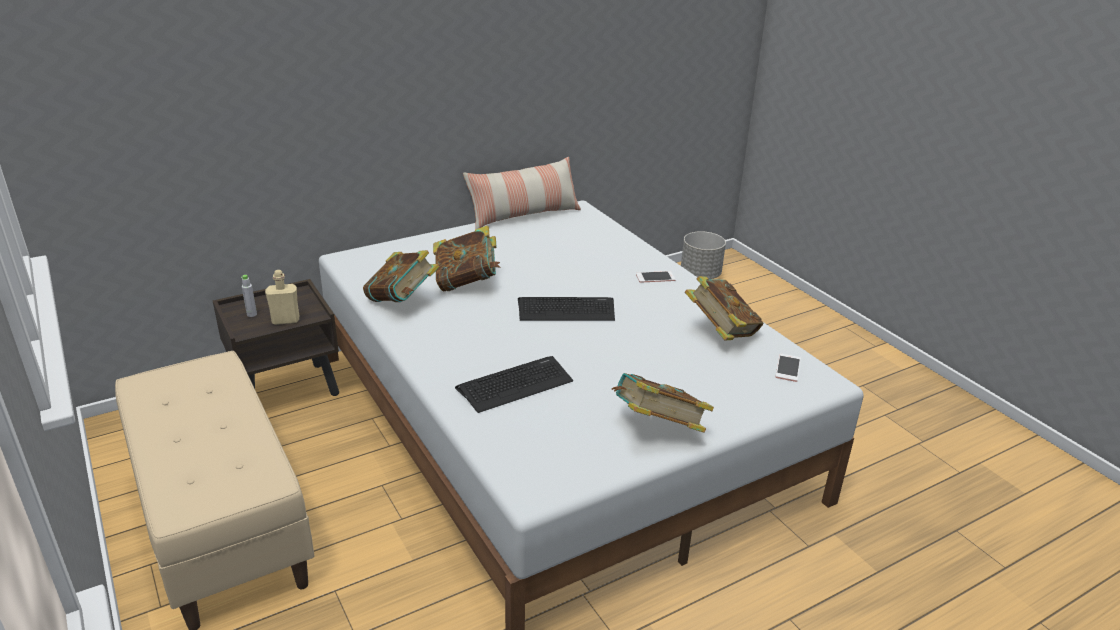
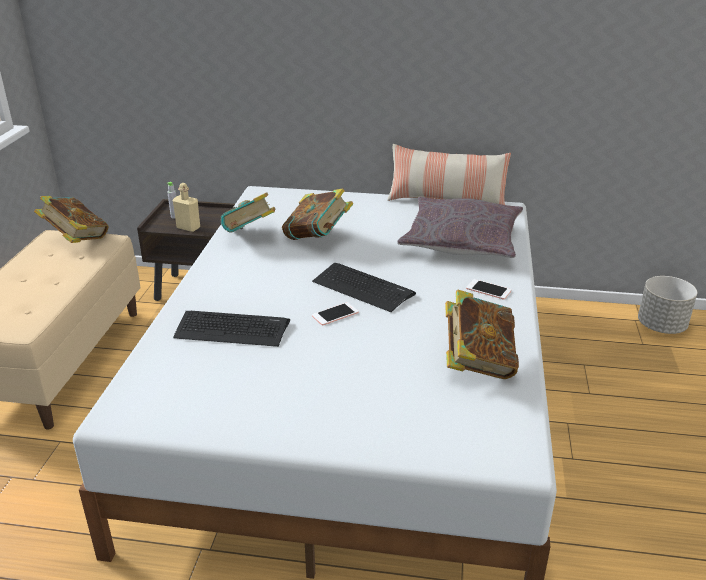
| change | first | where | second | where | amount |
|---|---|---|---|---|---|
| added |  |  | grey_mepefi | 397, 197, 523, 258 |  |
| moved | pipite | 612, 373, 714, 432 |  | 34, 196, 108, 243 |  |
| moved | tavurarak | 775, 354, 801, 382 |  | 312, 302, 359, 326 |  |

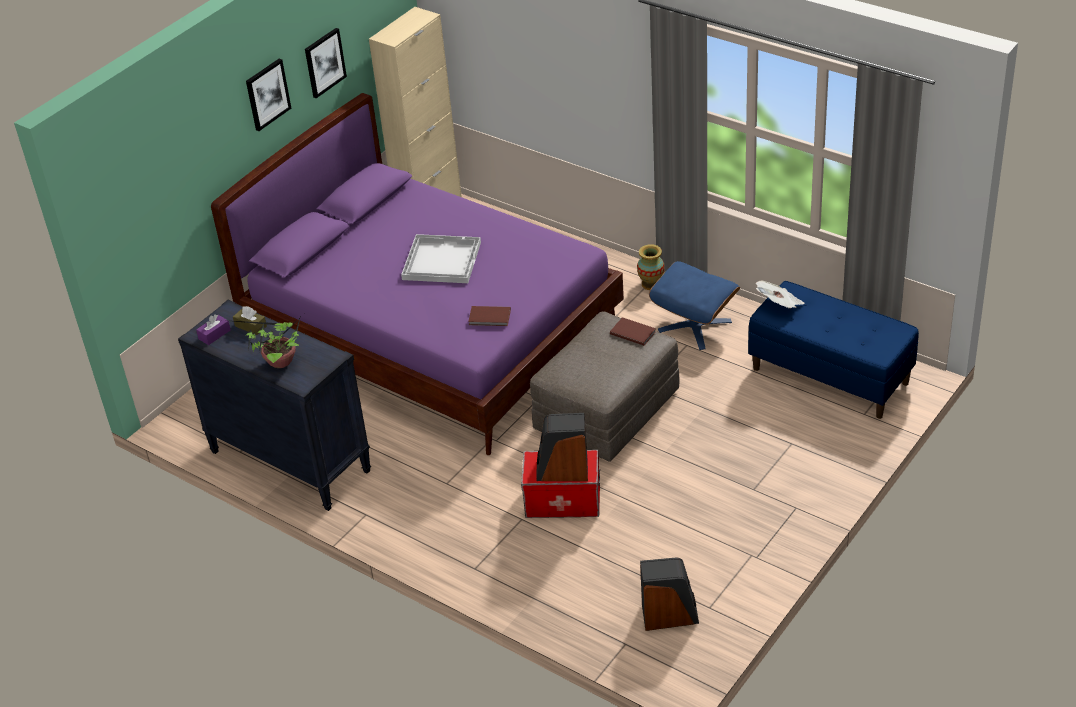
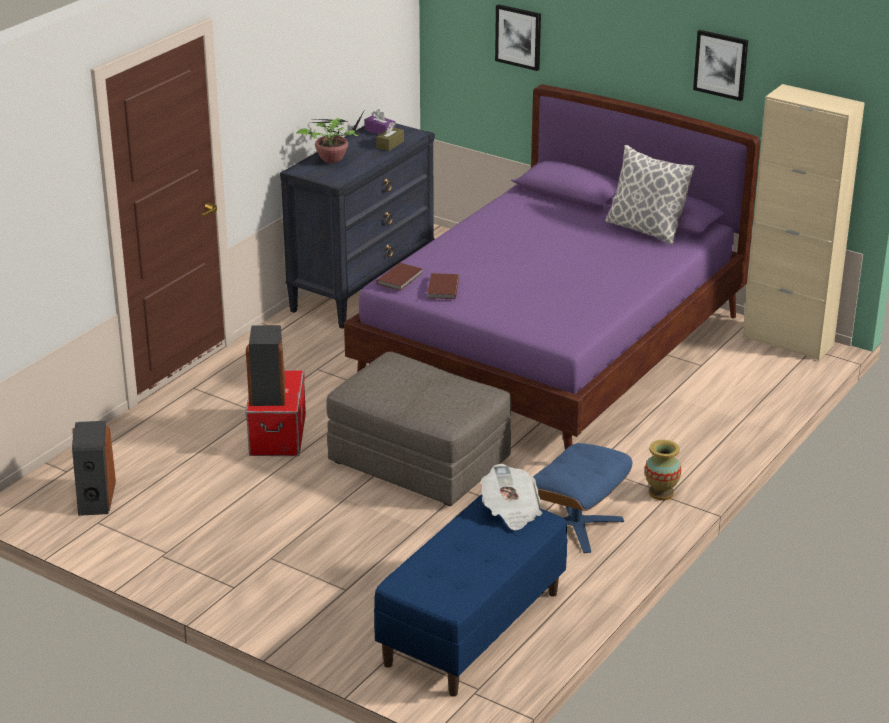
| change | first | where | second | where | amount |
|---|---|---|---|---|---|
| removed | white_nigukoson | 401, 234, 481, 283 |  |  |  |
| added |  |  | mepefi | 605, 145, 695, 244 |  |
| moved | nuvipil | 246, 59, 291, 131 |  | 495, 4, 541, 71 |  |
| moved | brown_pipite | 610, 317, 656, 346 |  | 376, 263, 422, 291 |  |

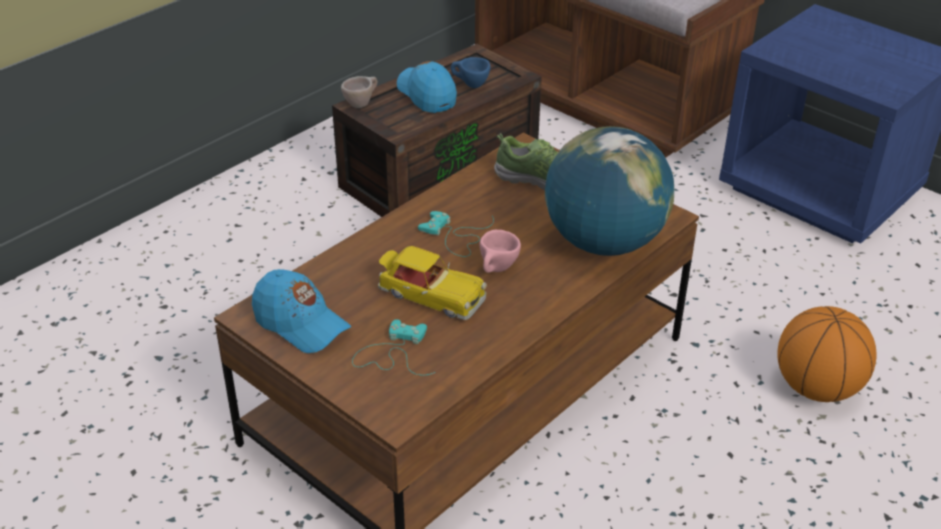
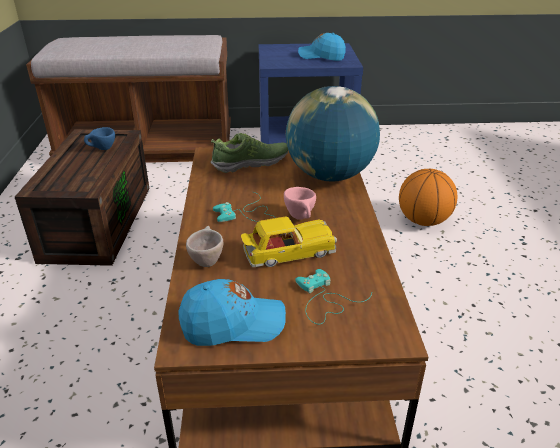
| change | first | where | second | where | amount |
|---|---|---|---|---|---|
| moved | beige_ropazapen | 341, 76, 377, 108 |  | 186, 226, 223, 267 |  |
| moved | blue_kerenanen | 397, 61, 457, 113 |  | 298, 33, 346, 61 |  |

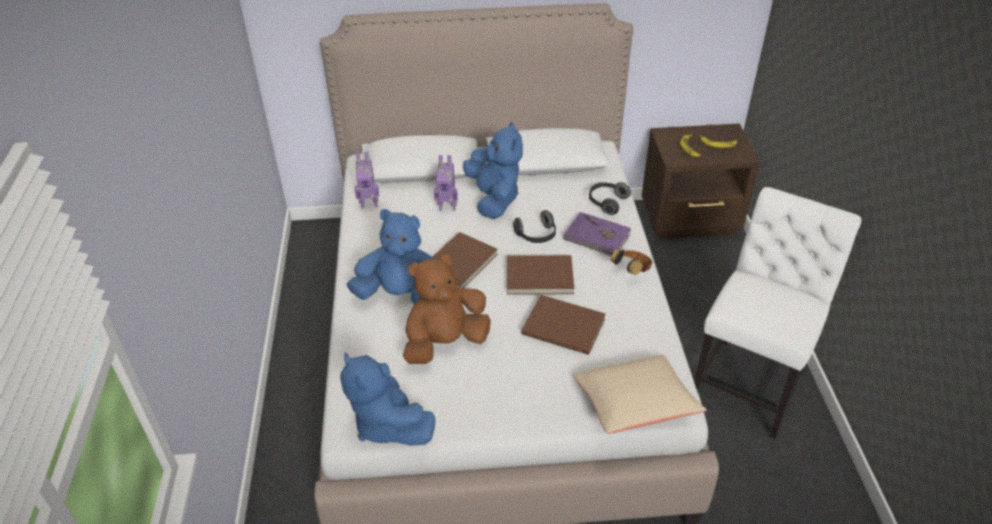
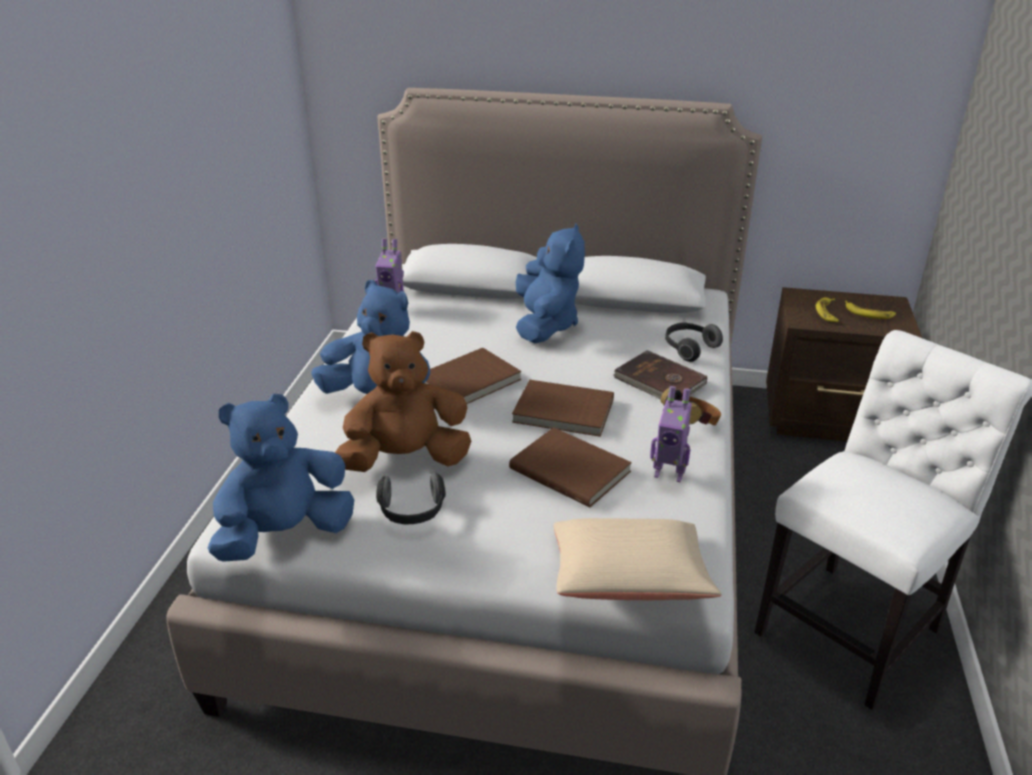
| change | first | where | second | where | amount |
|---|---|---|---|---|---|
| moved | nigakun | 434, 155, 458, 211 |  | 650, 386, 692, 482 |  |
| moved | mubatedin | 513, 210, 556, 243 |  | 376, 472, 446, 524 |  |
| recoloured | purple_pipite | 563, 212, 631, 256 | brown_pipite | 613, 350, 707, 399 |  |
| turned | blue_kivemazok | 340, 352, 436, 446 |  | 208, 394, 354, 562 | 75 degrees clockwise |

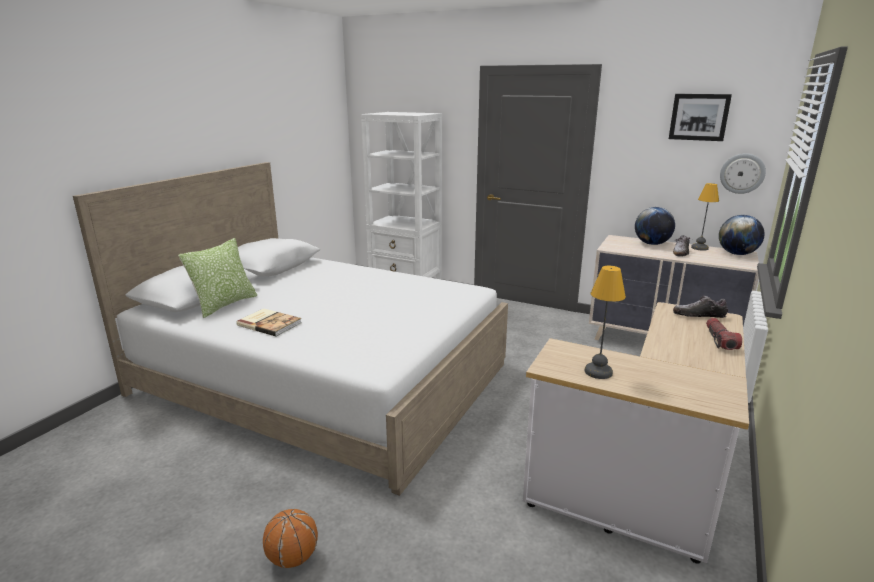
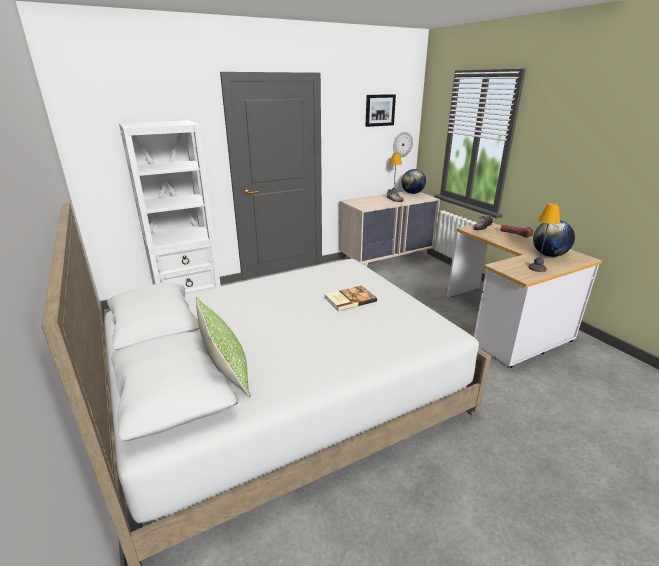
| change | first | where | second | where | amount |
|---|---|---|---|---|---|
| removed | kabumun | 263, 509, 318, 568 |  |  |  |
| moved | pipite | 236, 308, 301, 337 |  | 325, 286, 377, 311 |  |
| moved | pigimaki | 635, 207, 675, 245 |  | 533, 220, 575, 257 |  |

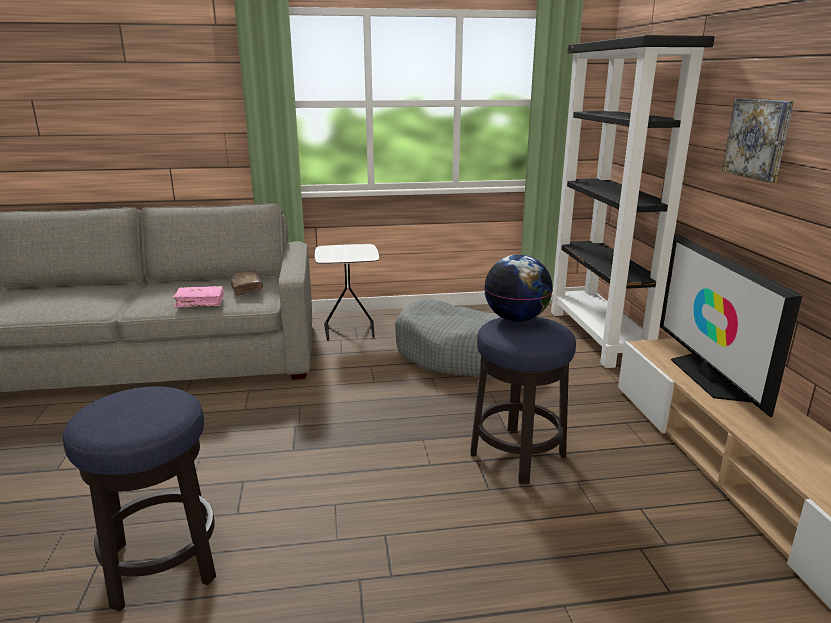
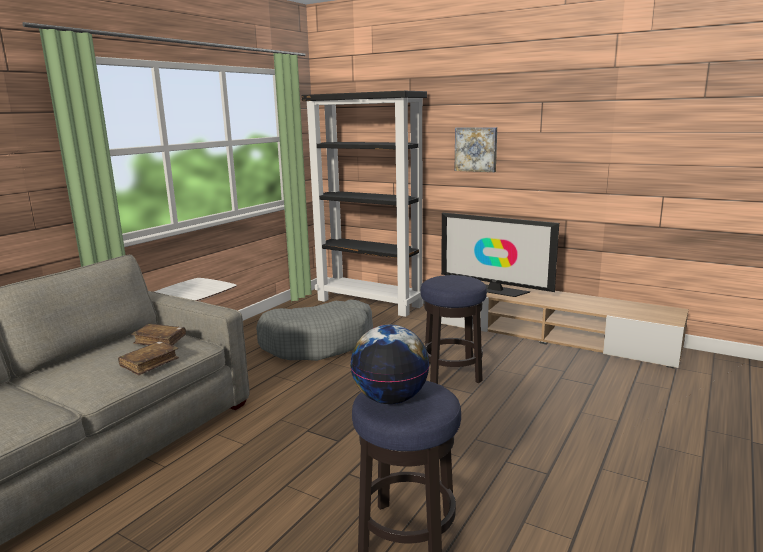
| change | first | where | second | where | amount |
|---|---|---|---|---|---|
| moved | pigimaki | 484, 255, 553, 322 |  | 350, 325, 429, 404 |  |
| recoloured | pink_pipite | 173, 286, 224, 308 | brown_pipite | 118, 341, 179, 375 |  |

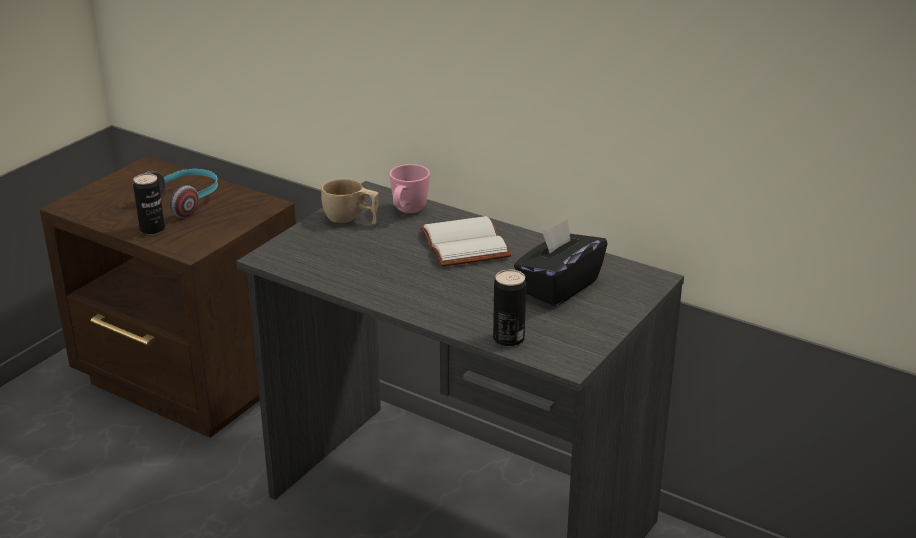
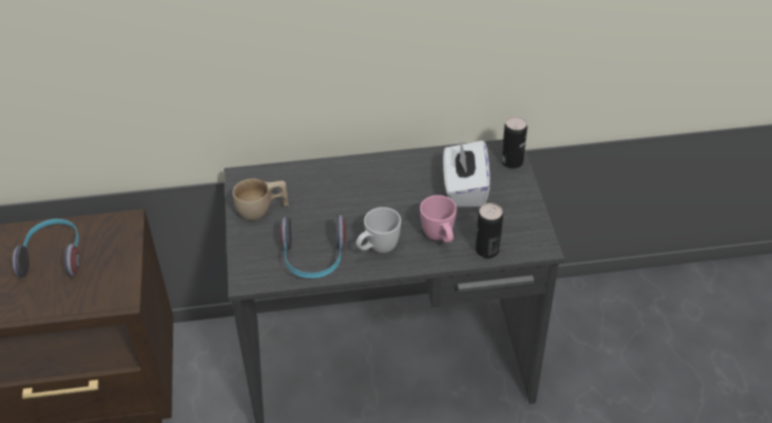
| change | first | where | second | where | amount |
|---|---|---|---|---|---|
| removed | white_pipite | 420, 216, 511, 267 |  |  |  |
| added |  |  | mubatedin | 280, 215, 347, 278 |  |
| added |  |  | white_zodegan | 356, 207, 401, 253 |  |
| moved | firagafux | 133, 174, 165, 235 |  | 501, 116, 527, 168 |  |
| moved | pink_zodegan | 390, 164, 430, 213 |  | 420, 195, 457, 243 |  |
| recoloured | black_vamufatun | 514, 219, 608, 306 | white_vamufatun | 443, 140, 490, 207 |  |

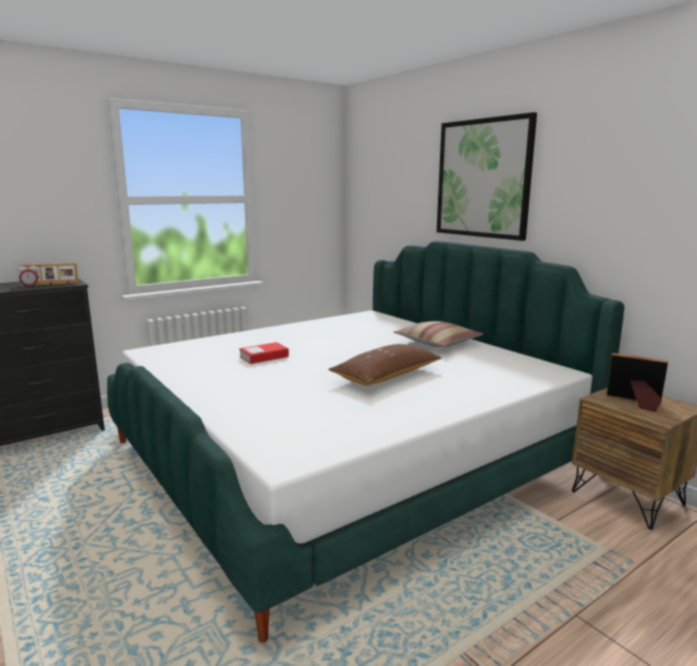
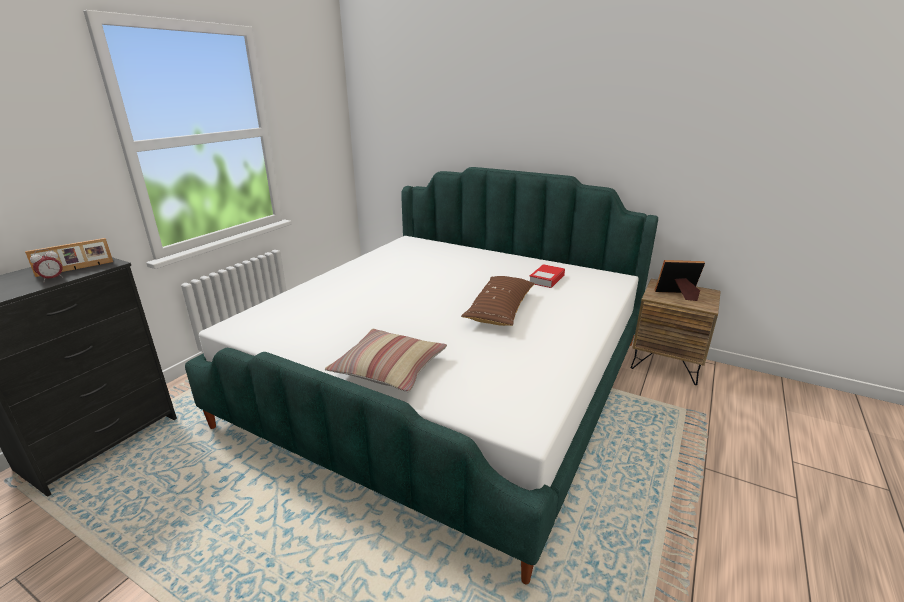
| change | first | where | second | where | amount |
|---|---|---|---|---|---|
| removed | nuvipil | 437, 112, 537, 241 |  |  |  |
| moved | pipite | 239, 342, 289, 364 |  | 530, 264, 565, 288 |  |
| moved | mepefi | 393, 321, 483, 348 |  | 325, 329, 447, 392 |  |

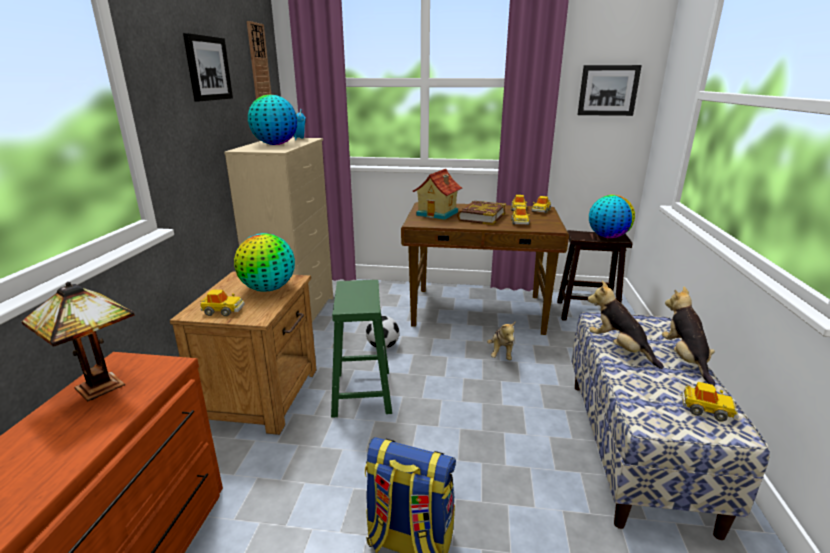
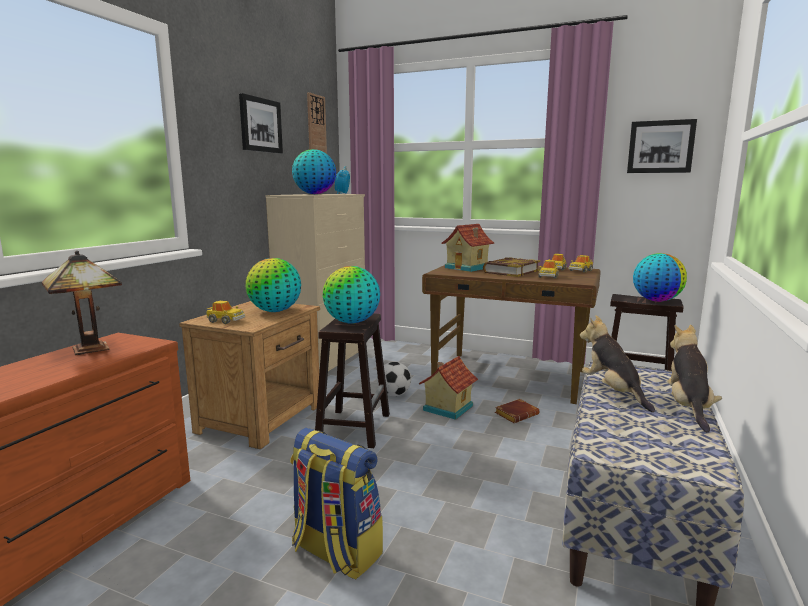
| change | first | where | second | where | amount |
|---|---|---|---|---|---|
| removed | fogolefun | 681, 382, 739, 422 |  |  |  |
| added |  |  | pigimaki | 323, 266, 380, 324 |  |
| added |  |  | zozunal | 419, 356, 478, 420 |  |
| replaced | kivemazok | 487, 321, 516, 360 | brown_pipite | 495, 399, 540, 423 |  |
| recoloured | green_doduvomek | 331, 280, 392, 418 | brown_doduvomek | 315, 313, 390, 448 |  |

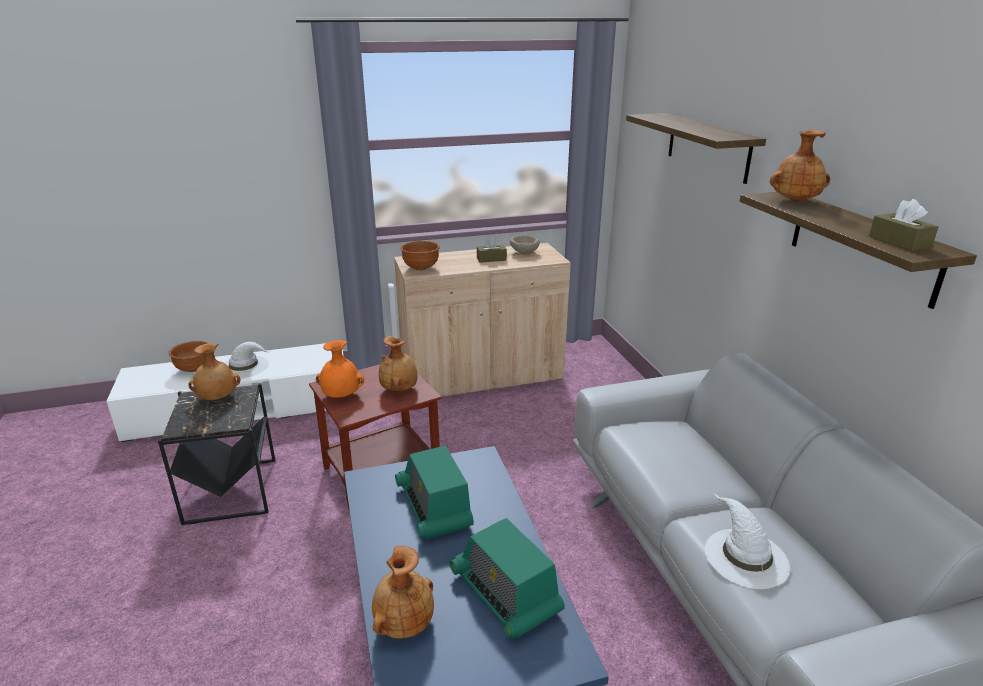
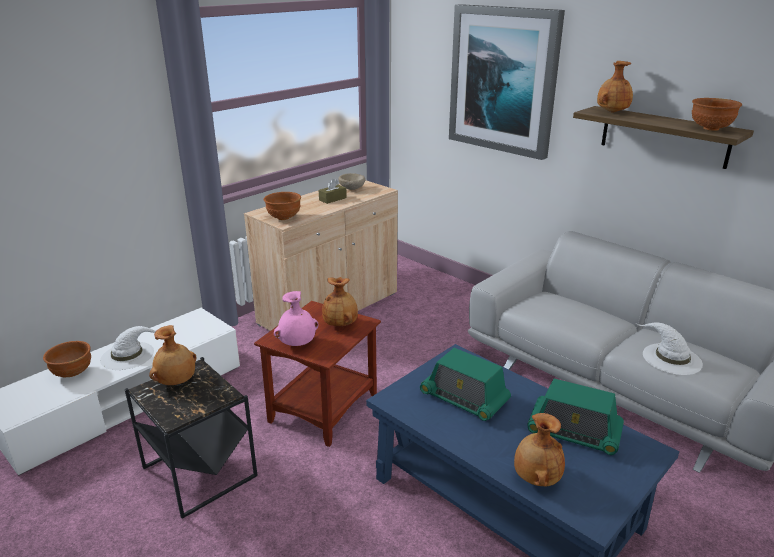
| change | first | where | second | where | amount |
|---|---|---|---|---|---|
| replaced | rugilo | 626, 113, 766, 184 | nuvipil | 449, 4, 565, 160 |  |
| replaced | brown_vamufatun | 869, 199, 938, 251 | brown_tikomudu | 692, 98, 742, 131 |  |
| recoloured | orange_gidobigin | 316, 340, 364, 398 | pink_gidobigin | 274, 291, 319, 346 |  |

